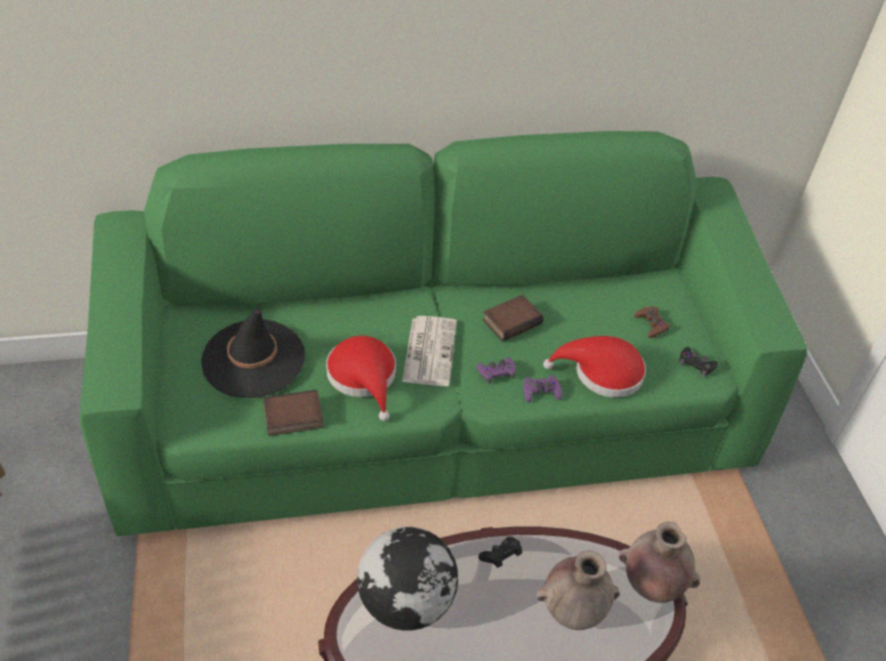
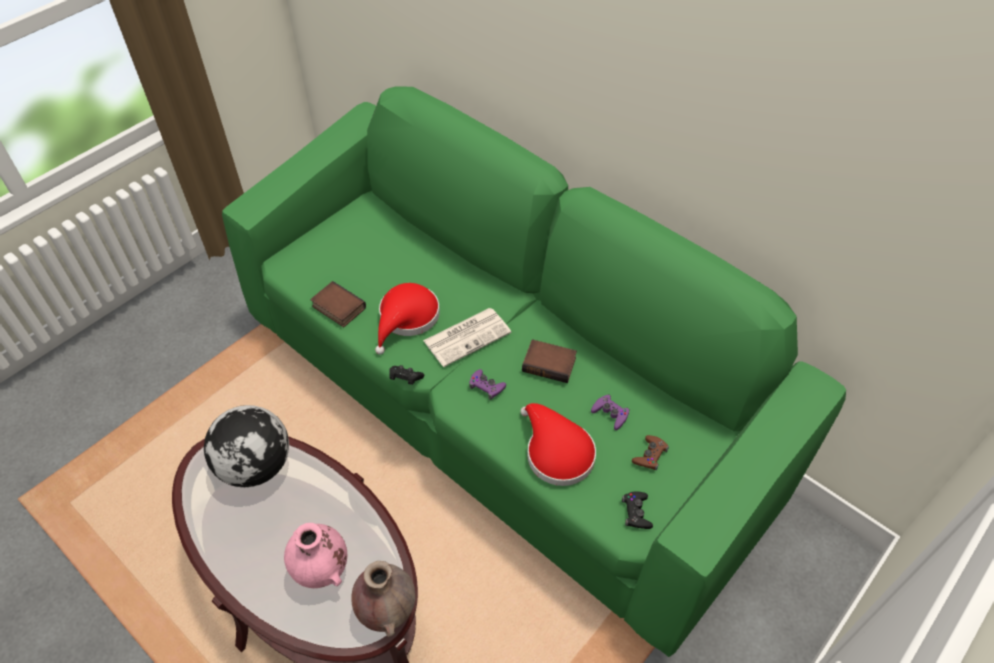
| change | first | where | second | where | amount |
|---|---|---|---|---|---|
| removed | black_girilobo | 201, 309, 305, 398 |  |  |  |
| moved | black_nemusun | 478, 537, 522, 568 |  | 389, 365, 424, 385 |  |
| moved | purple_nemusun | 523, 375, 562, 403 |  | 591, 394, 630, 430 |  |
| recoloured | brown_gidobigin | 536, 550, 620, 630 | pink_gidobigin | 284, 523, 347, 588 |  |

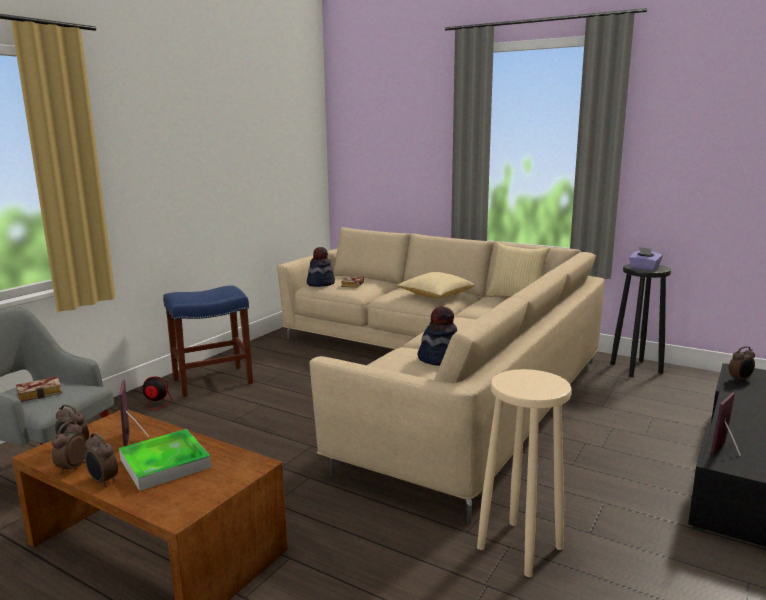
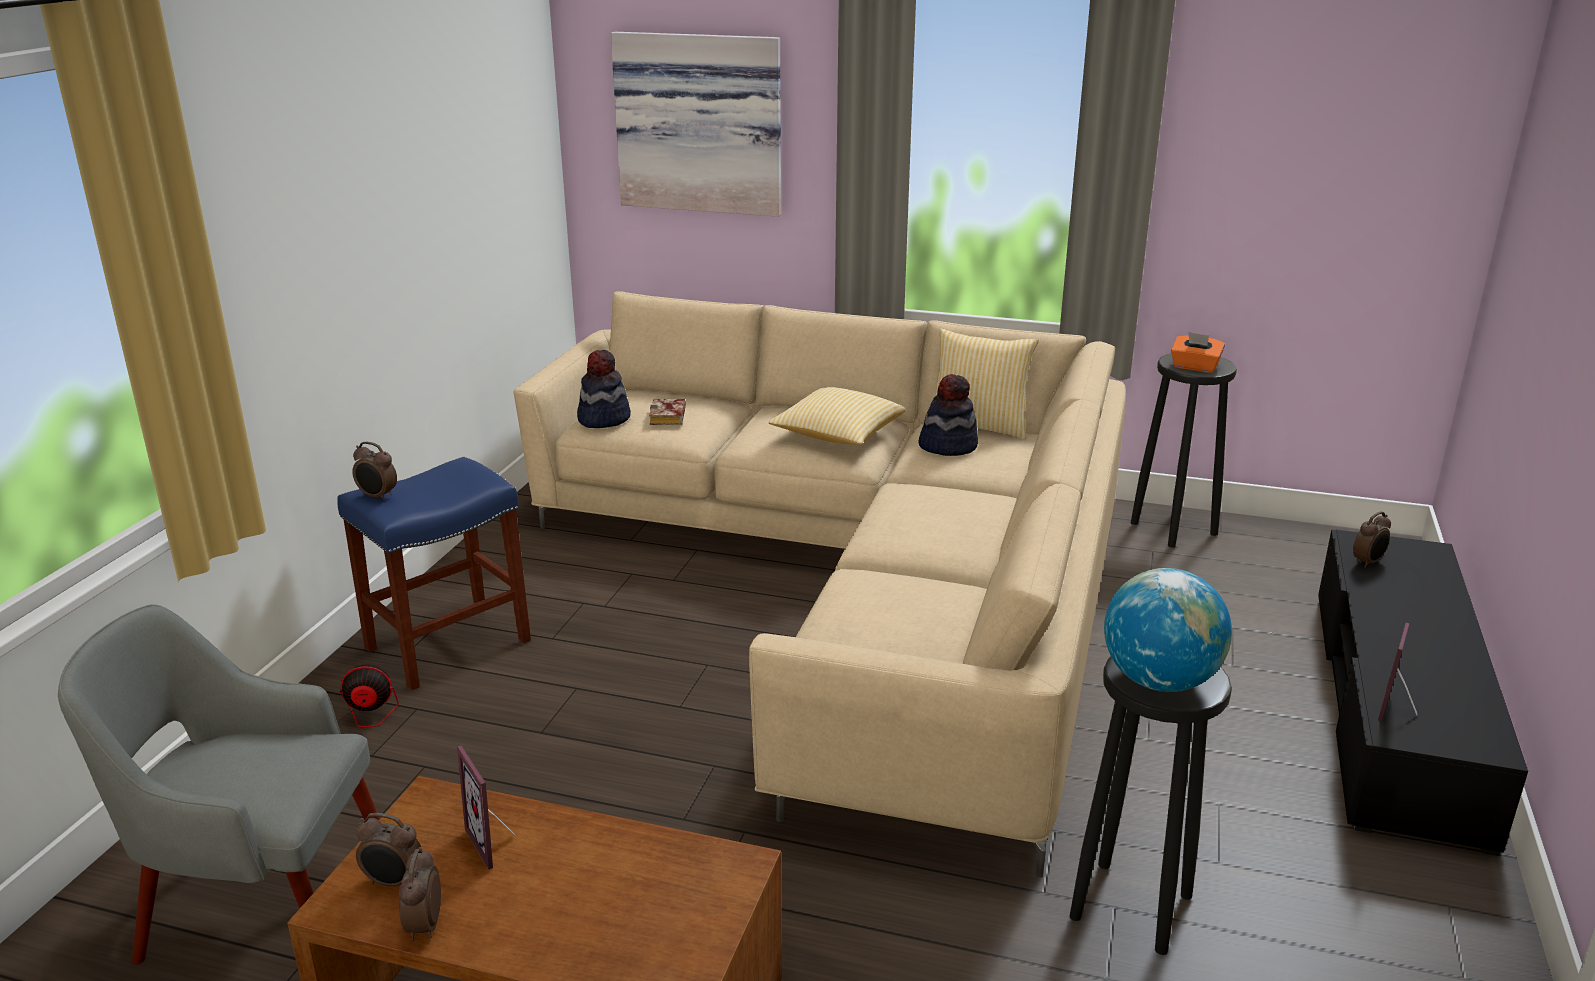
| change | first | where | second | where | amount |
|---|---|---|---|---|---|
| removed | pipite | 16, 377, 62, 402 |  |  |  |
| removed | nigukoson | 119, 429, 211, 491 |  |  |  |
| added |  |  | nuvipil | 611, 32, 781, 217 |  |
| added |  |  | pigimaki | 1104, 568, 1232, 692 |  |
| moved | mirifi | 85, 433, 118, 487 |  | 352, 441, 397, 501 |  |
| moved | girilobo | 418, 306, 457, 366 |  | 918, 374, 978, 456 |  |
| recoloured | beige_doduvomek | 477, 369, 572, 577 | black_doduvomek | 1070, 657, 1232, 955 |  |
| recoloured | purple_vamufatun | 629, 247, 663, 271 | orange_vamufatun | 1171, 332, 1225, 373 |  |

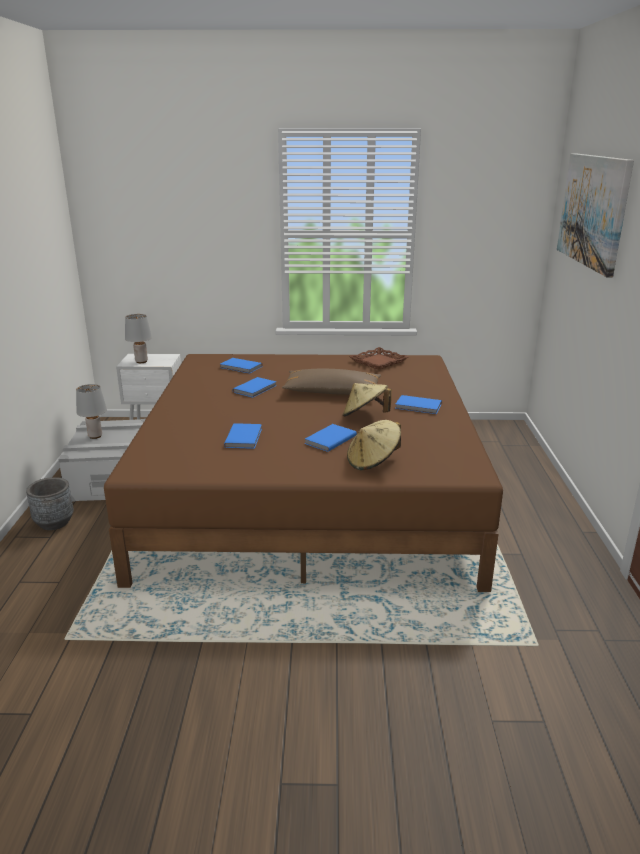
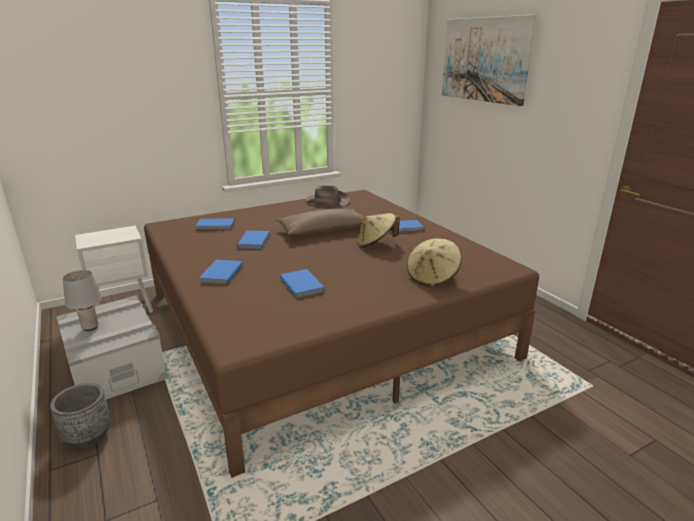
| change | first | where | second | where | amount |
|---|---|---|---|---|---|
| removed | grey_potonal | 125, 314, 152, 363 |  |  |  |
| moved | blue_pipite | 305, 424, 357, 452 |  | 199, 260, 243, 284 |  |
| replaced | brown_nigukoson | 349, 347, 408, 370 | brown_girilobo | 305, 186, 350, 206 |  |

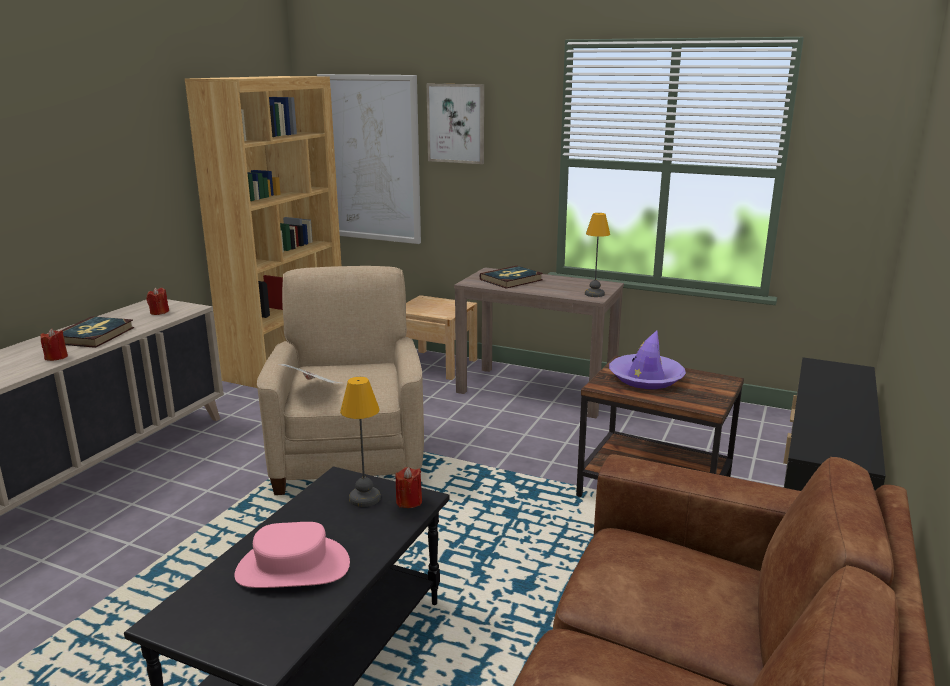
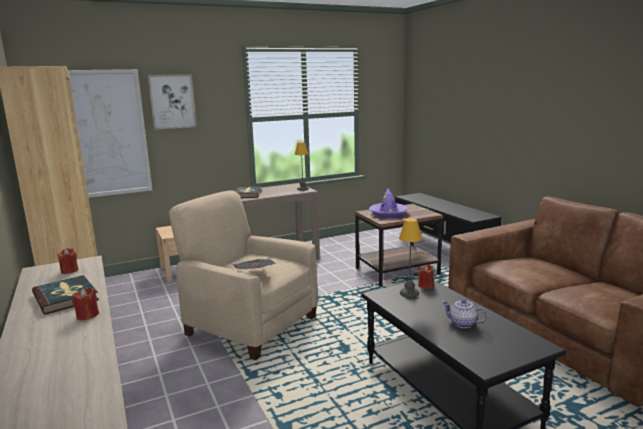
| change | first | where | second | where | amount |
|---|---|---|---|---|---|
| replaced | pink_girilobo | 235, 522, 350, 588 | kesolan | 442, 299, 487, 328 |  |

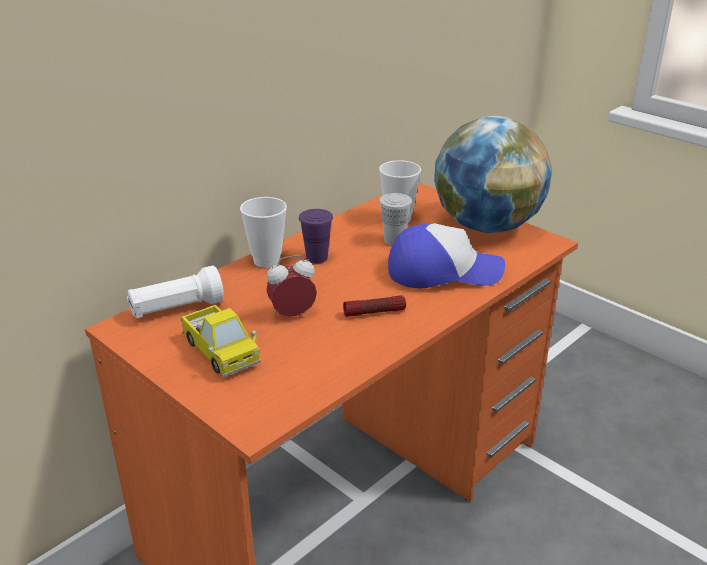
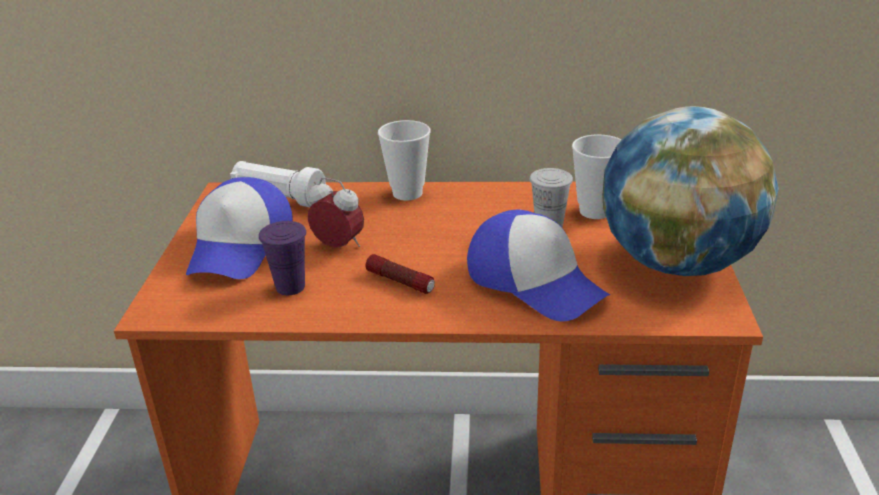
| change | first | where | second | where | amount |
|---|---|---|---|---|---|
| moved | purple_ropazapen | 299, 209, 333, 263 |  | 259, 221, 306, 295 |  |
| replaced | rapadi | 180, 305, 261, 377 | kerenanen | 186, 177, 293, 279 |  |

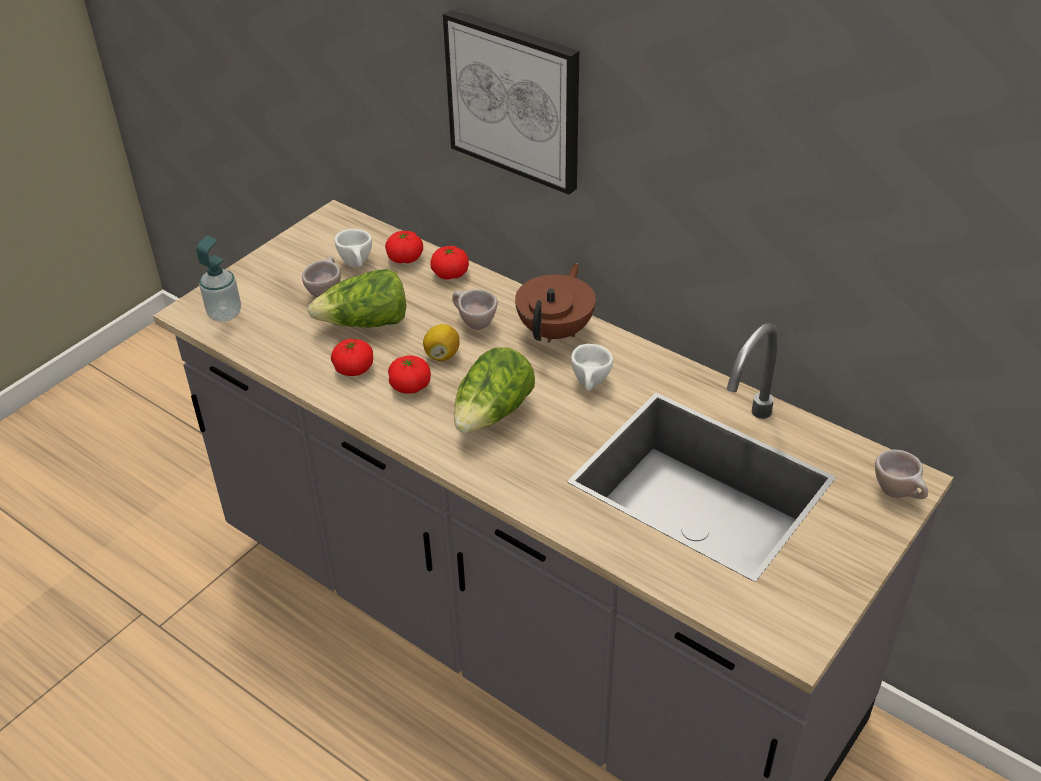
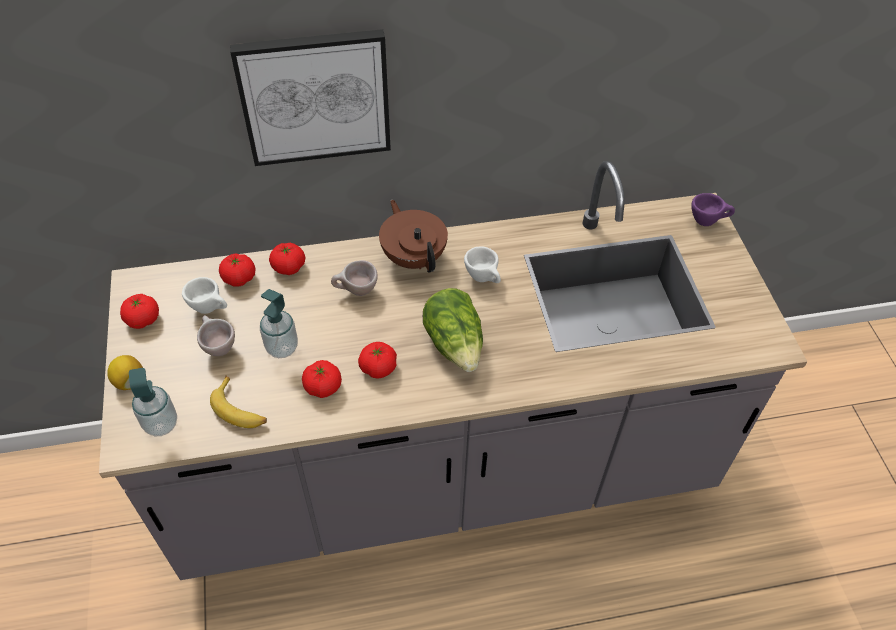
| change | first | where | second | where | amount |
|---|---|---|---|---|---|
| added |  |  | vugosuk | 120, 294, 159, 329 |  |
| added |  |  | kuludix | 210, 376, 267, 428 |  |
| moved | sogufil | 423, 324, 460, 361 |  | 107, 355, 143, 390 |  |
| replaced | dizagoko | 308, 269, 406, 328 | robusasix | 260, 289, 298, 358 |  |
| recoloured | beige_ropazapen | 875, 450, 928, 499 | purple_ropazapen | 691, 193, 735, 226 |  |

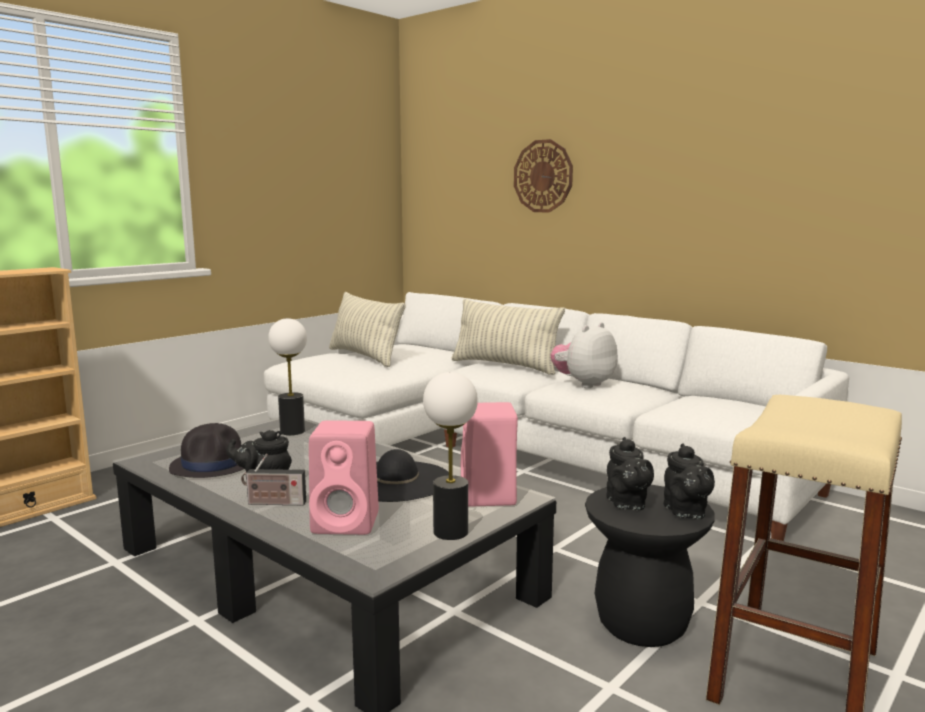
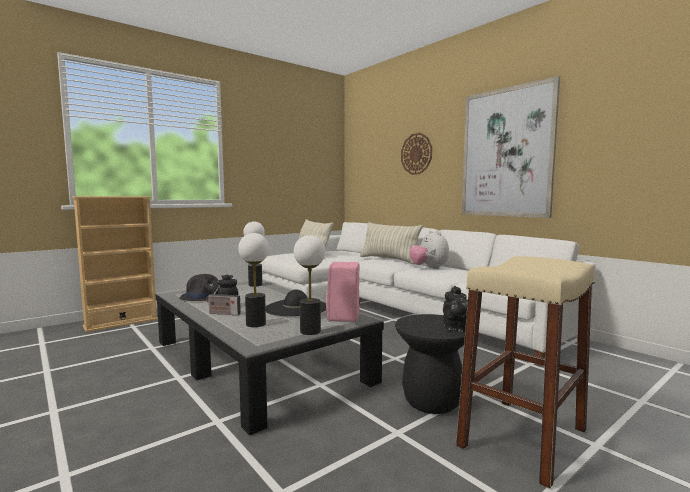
| change | first | where | second | where | amount |
|---|---|---|---|---|---|
| removed | black_kesolan | 606, 437, 654, 510 |  |  |  |
| added |  |  | nuvipil | 462, 76, 560, 218 |  |
| replaced | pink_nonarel | 309, 420, 379, 535 | potonal | 238, 233, 269, 327 |  |
| turned | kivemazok | 551, 322, 618, 388 |  | 410, 231, 449, 269 | 75 degrees counterclockwise |

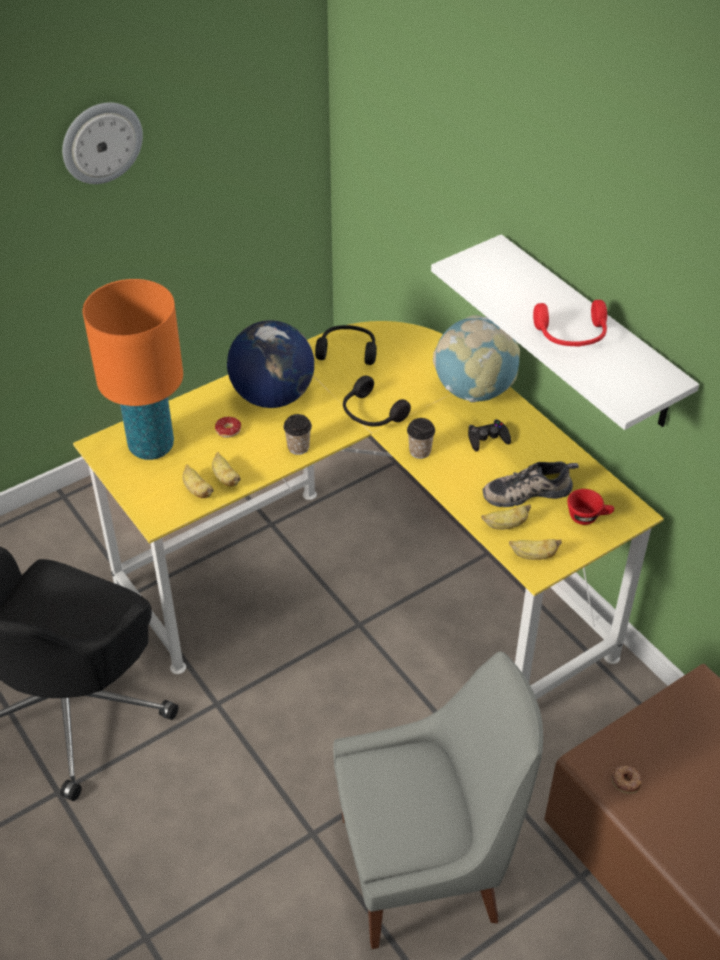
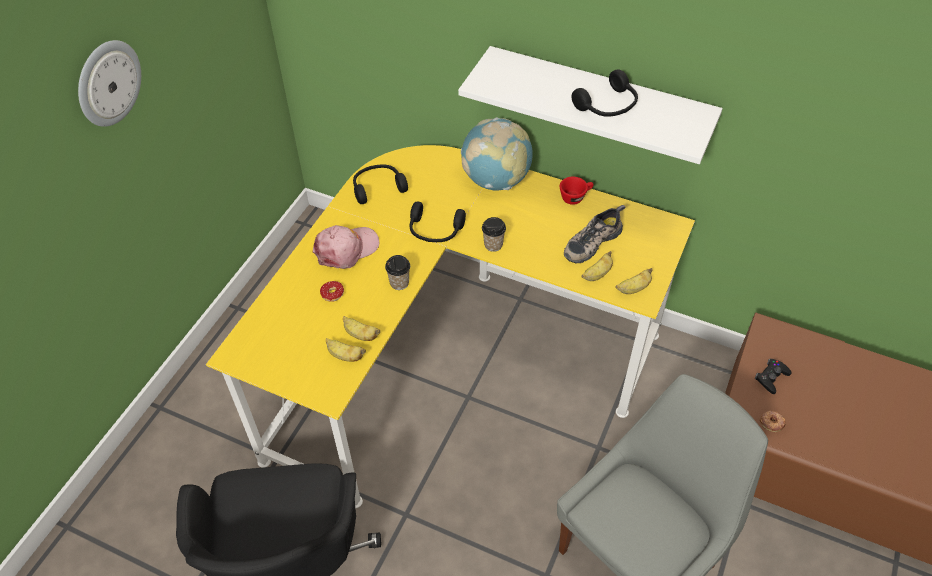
| change | first | where | second | where | amount |
|---|---|---|---|---|---|
| removed | orange_potonal | 83, 279, 183, 460 |  |  |  |
| moved | black_nemusun | 468, 419, 511, 451 |  | 755, 358, 791, 394 |  |
| moved | red_ropazapen | 567, 489, 614, 525 |  | 560, 177, 593, 205 |  |
| replaced | pigimaki | 227, 320, 314, 408 | pink_kerenanen | 313, 225, 380, 269 |  |
| recoloured | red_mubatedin | 533, 300, 607, 346 | black_mubatedin | 572, 70, 638, 117 |  |

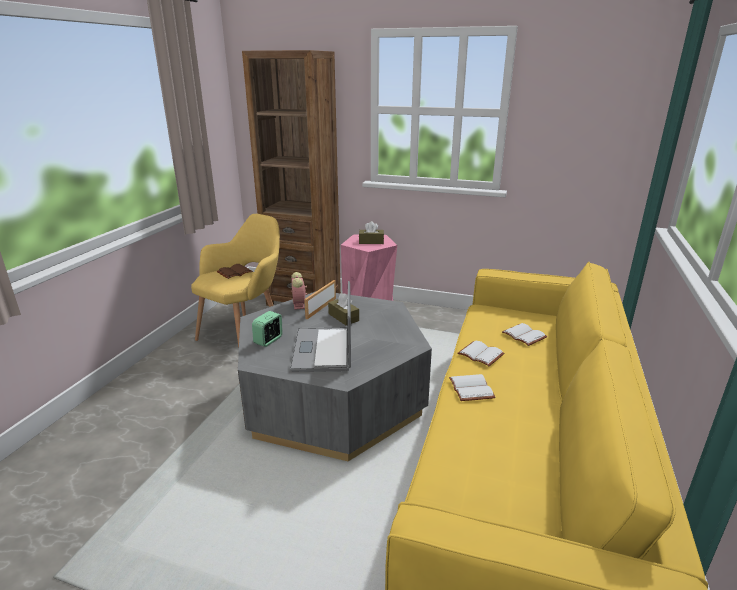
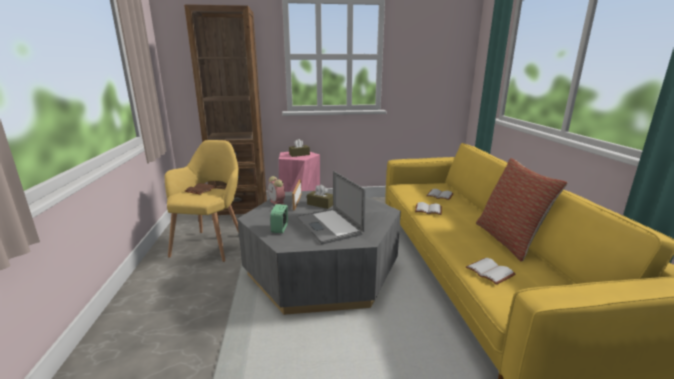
| change | first | where | second | where | amount |
|---|---|---|---|---|---|
| added |  |  | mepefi | 476, 158, 568, 262 |  |
| moved | white_pipite | 449, 374, 496, 401 |  | 466, 258, 516, 285 |  |

